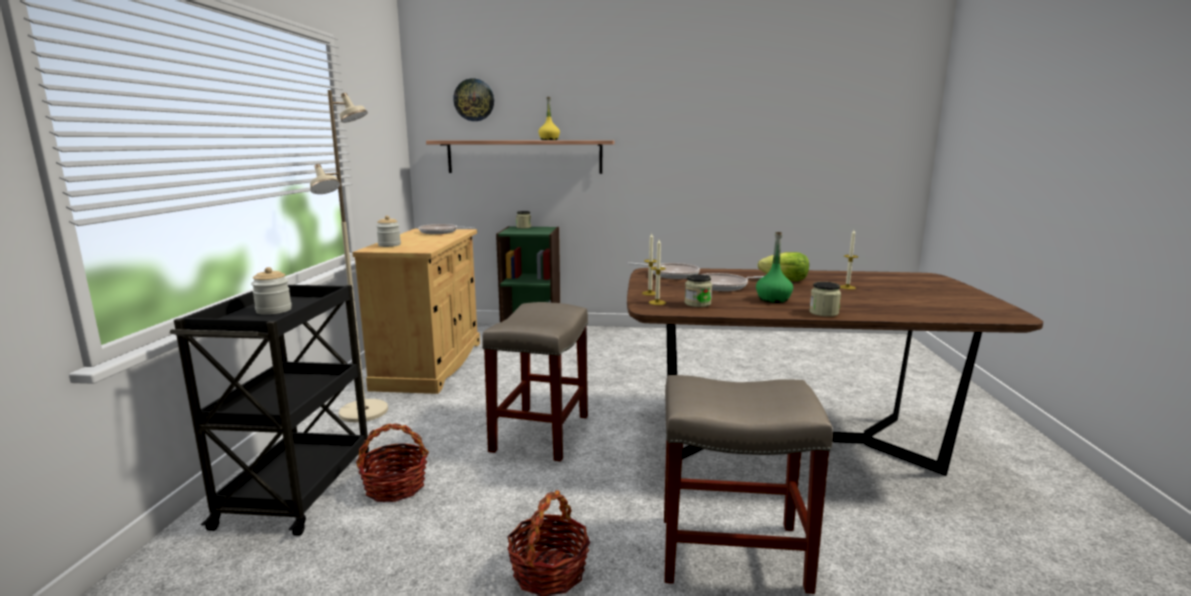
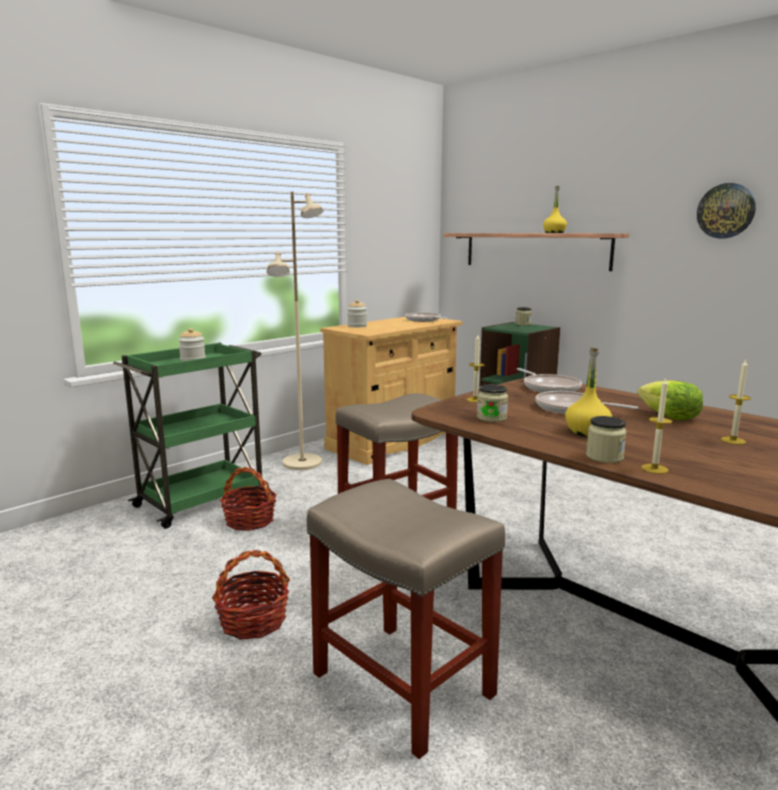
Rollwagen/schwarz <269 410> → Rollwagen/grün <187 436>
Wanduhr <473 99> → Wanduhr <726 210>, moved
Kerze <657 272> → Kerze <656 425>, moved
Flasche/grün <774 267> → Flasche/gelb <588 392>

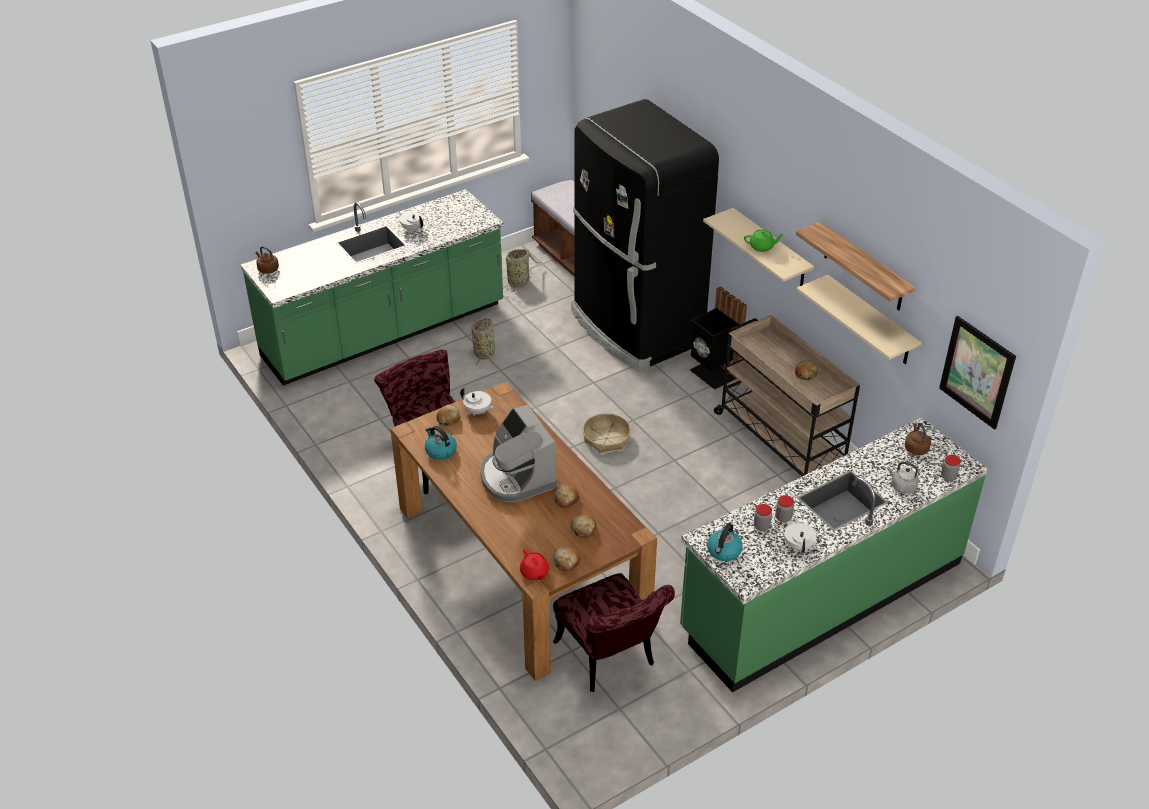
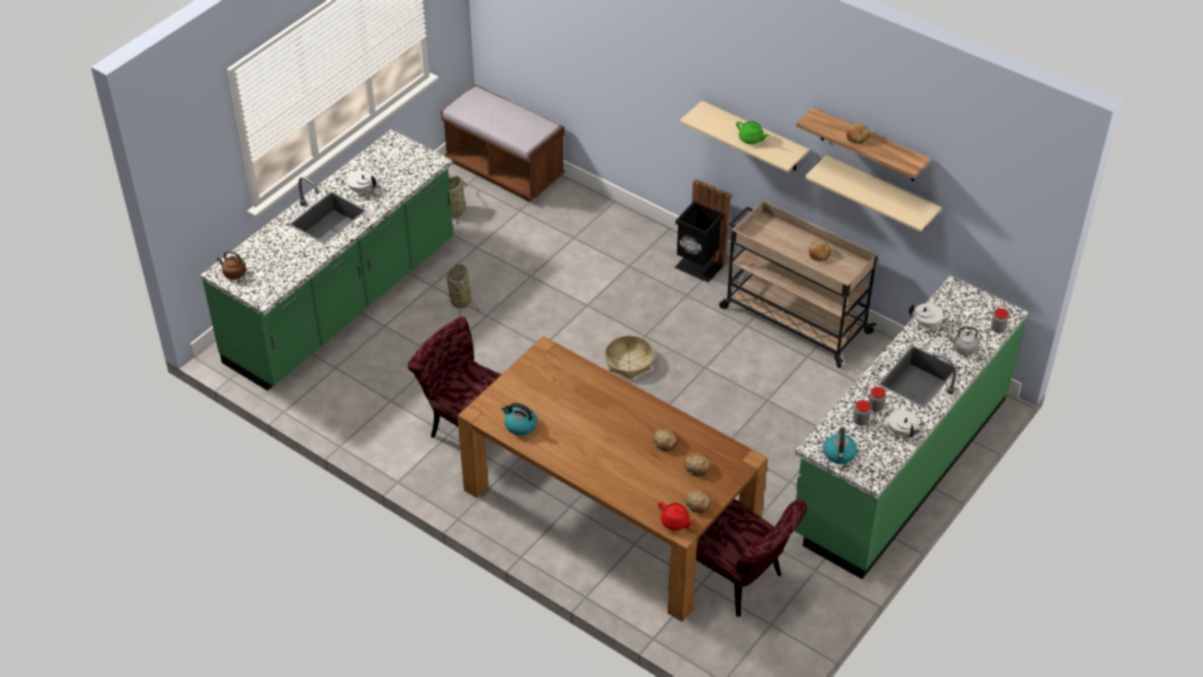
Brot <448 415> → Brot <858 133>, moved
Teekanne/weiß <478 401> → Teekanne/weiß <930 316>, moved
Kaffeemaschine <518 453> → -
Kühlschrank/schwarz <645 235> → -
Teekanne/grün <764 241> → Teekanne/grün <752 132>, 60 degrees clockwise
Wasserkessel/braun <917 439> → -
Bild <977 373> → -

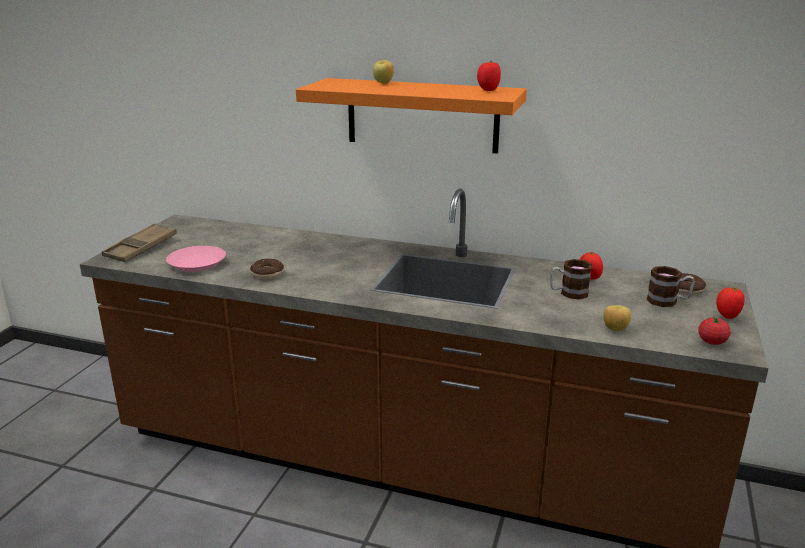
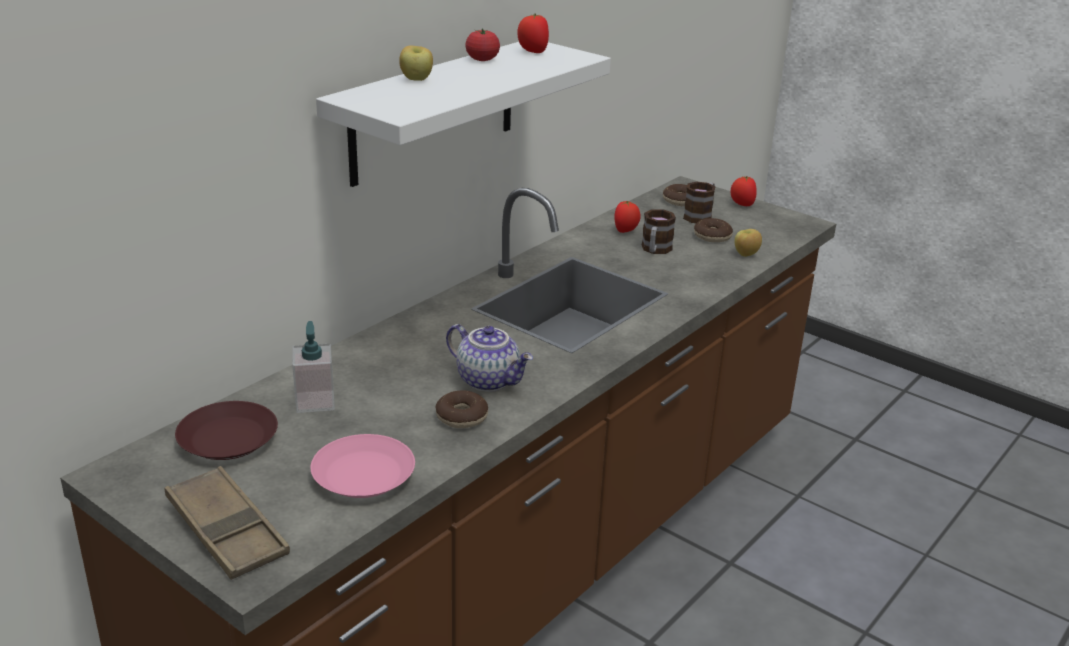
Wandregal/orange <411 116> → Wandregal/weiß <463 114>
Tomate <714 330> → Tomate <482 44>, moved
- → Teller/braun <226 430>
- → Seifenspender <313 367>
- → Teekanne <489 358>
- → Donut <713 230>

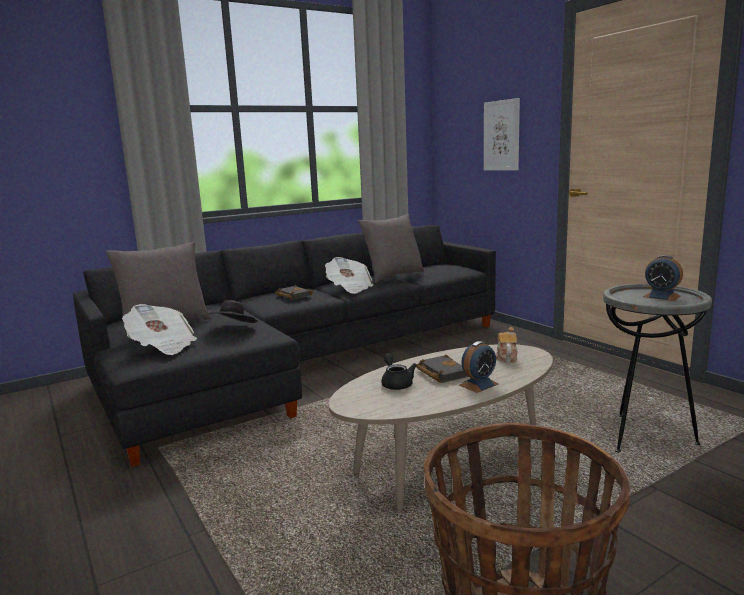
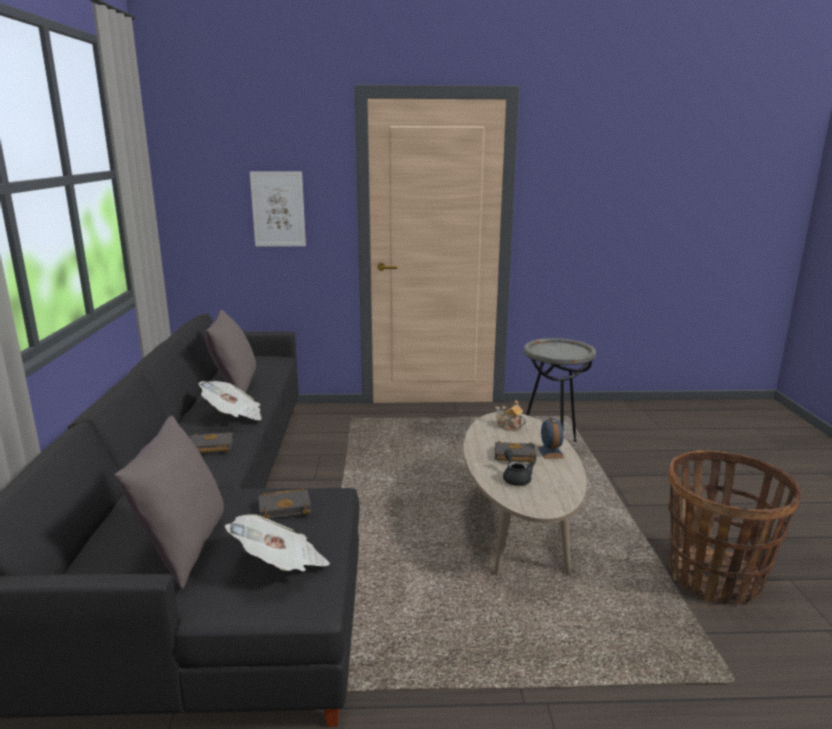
Hut/schwarz <232 311> → Buch/schwarz <284 503>
Teekanne/schwarz <399 371> → Teekanne/schwarz <519 467>, 60 degrees clockwise
Wecker <663 278> → -

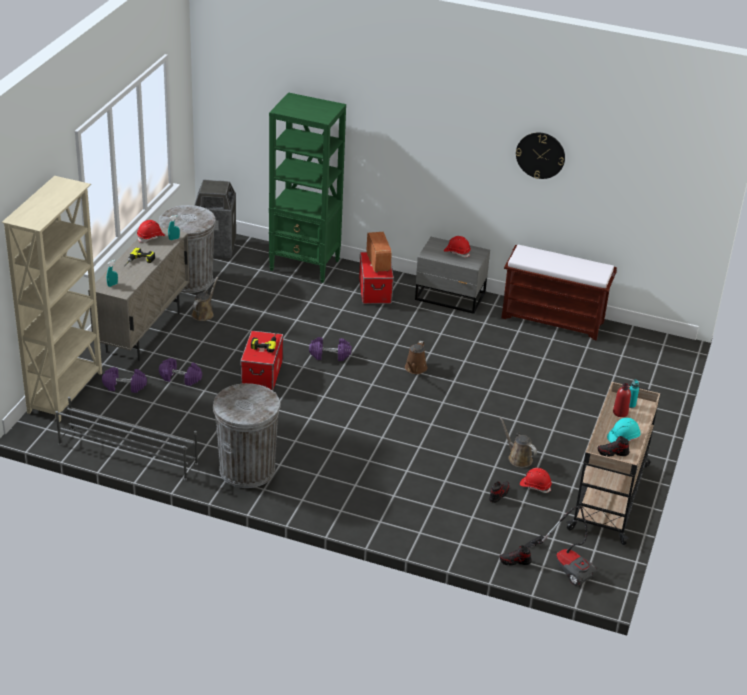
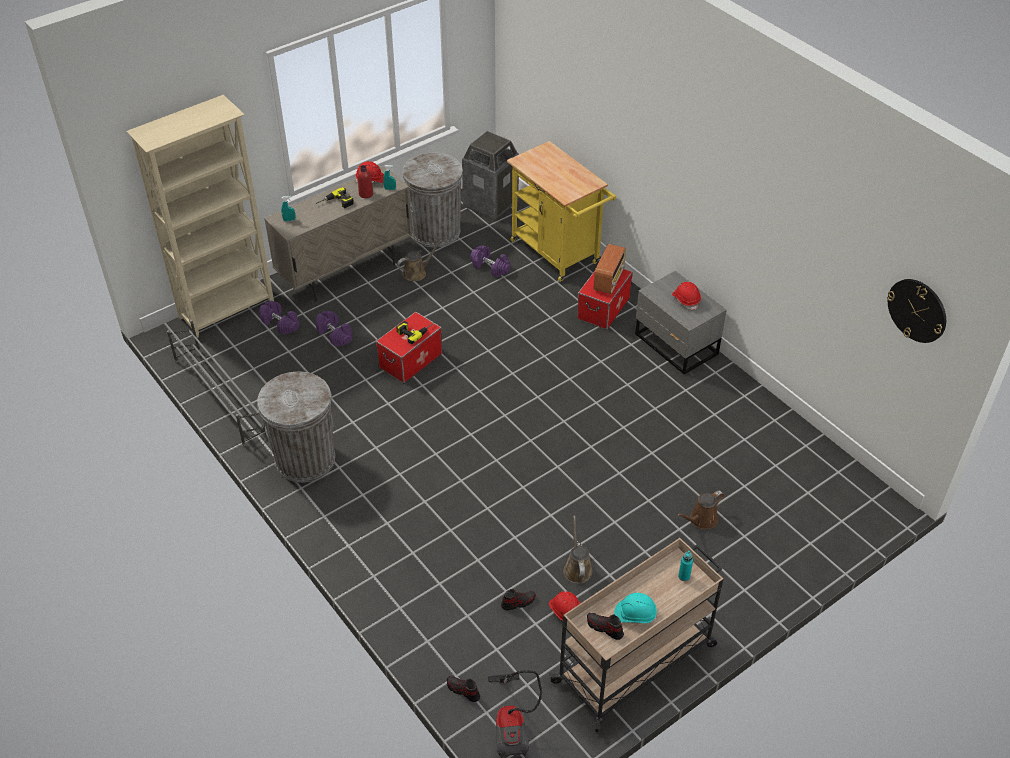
Bücherregal/grün <307 187> → Rollwagen/gelb <561 211>
Hantel/lila <330 349> → Hantel/lila <491 261>, moved
Gießkanne/braun <416 357> → Gießkanne/braun <700 509>, moved
Bank/braun <559 292> → -
Wanduhr <540 155> → Wanduhr <916 311>, moved
Flasche/rot <622 400> → Flasche/rot <365 181>, moved

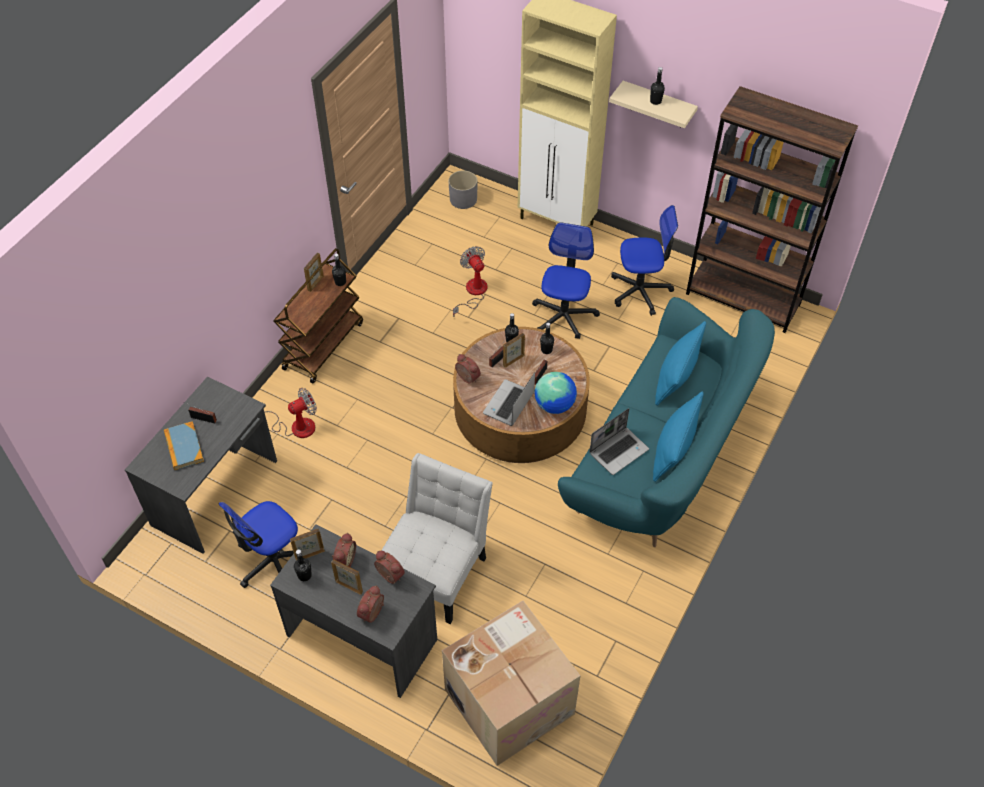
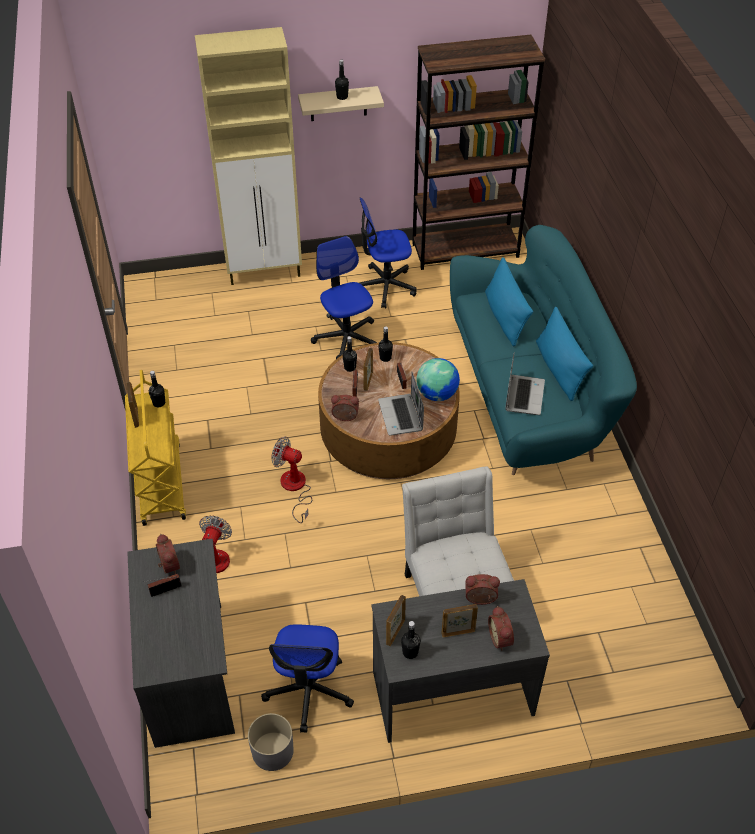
Buch <184 445> → -
Rollwagen/braun <318 315> → Rollwagen/gelb <155 448>
Wecker <344 550> → Wecker <168 554>, moved
Karton <511 683> → -
Pflanzkübel/grau <463 190> → Pflanzkübel/grau <271 742>, moved
Ventilator <470 281> → Ventilator <292 479>, moved
Bürostuhl <644 260> → Bürostuhl <388 253>, 150 degrees counterclockwise

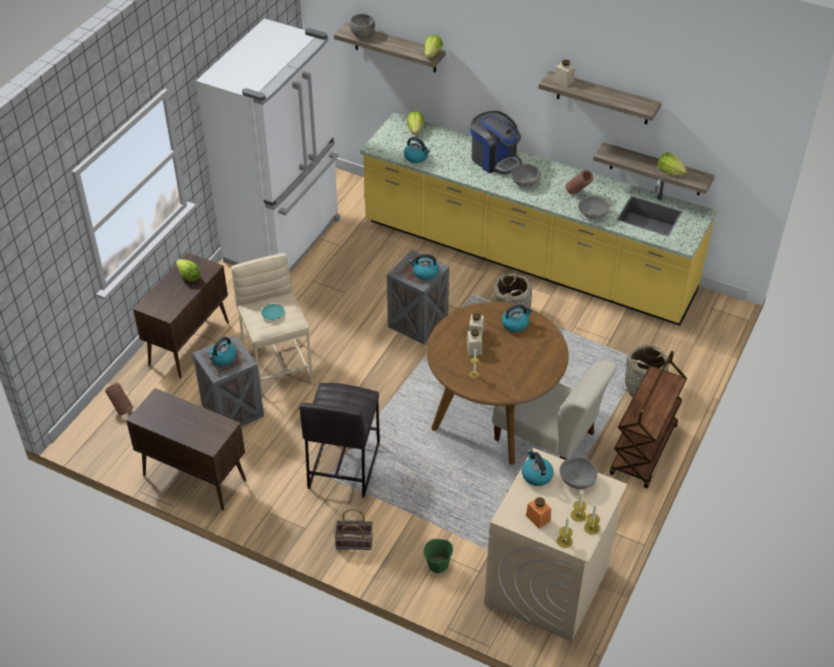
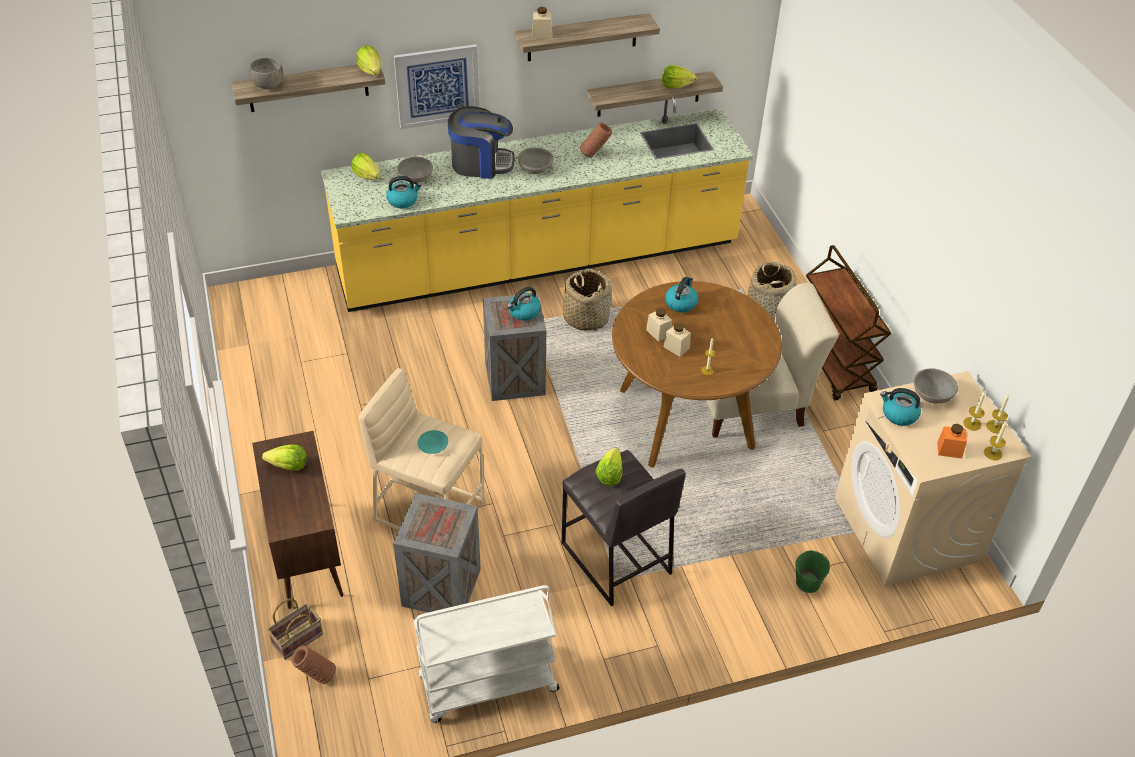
Schrank/braun <186 449> → Rollwagen/weiß <486 654>
Kühlschrank/weiß <268 145> → -
Wasserkessel <223 351> → -
Korb <353 529> → Korb <295 629>, moved
Schüssel/grau <593 207> → Schüssel/grau <414 170>, moved
- → Bild <436 86>
- → Salatkopf <608 466>

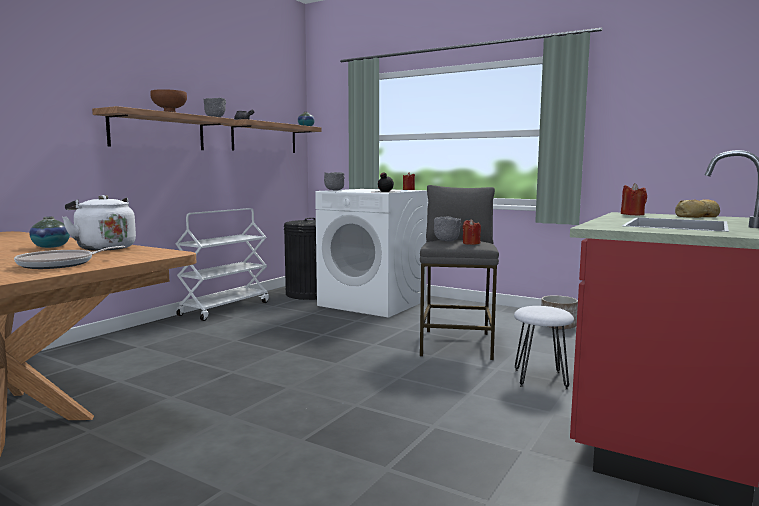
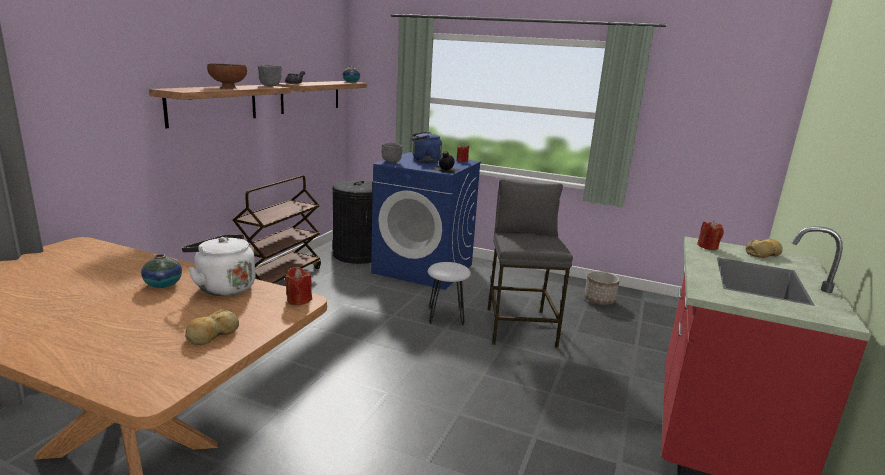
Pfanne <69 257> → Brot <212 327>
Rollwagen/weiß <222 264> → Rollwagen/braun <277 229>
Waschmaschine/weiß <371 253> → Waschmaschine/blau <426 221>
Schüssel/grau <448 229> → -
Kerze/rot <472 232> → Kerze/rot <298 286>, moved
Hocker/weiß <544 347> → Hocker/weiß <449 293>, moved
- → Wasserkessel/blau <426 147>

